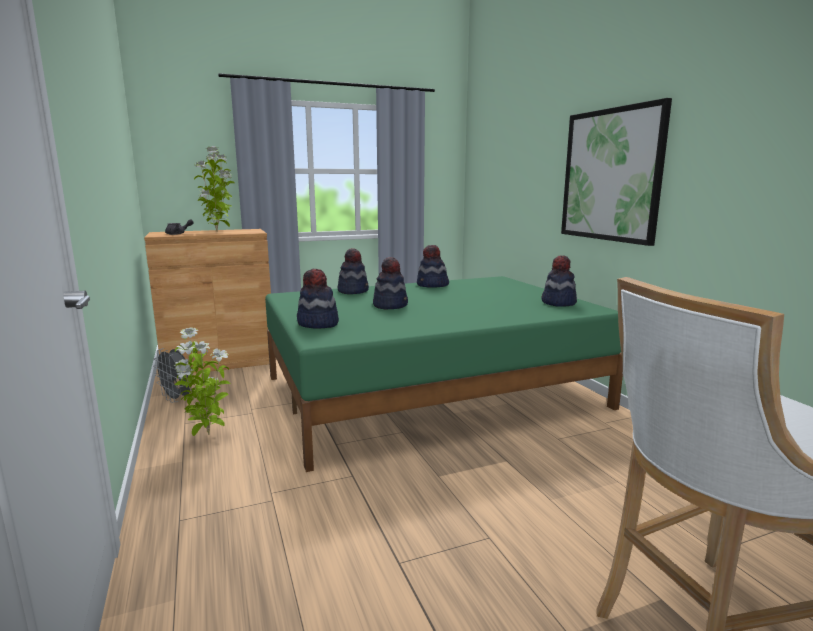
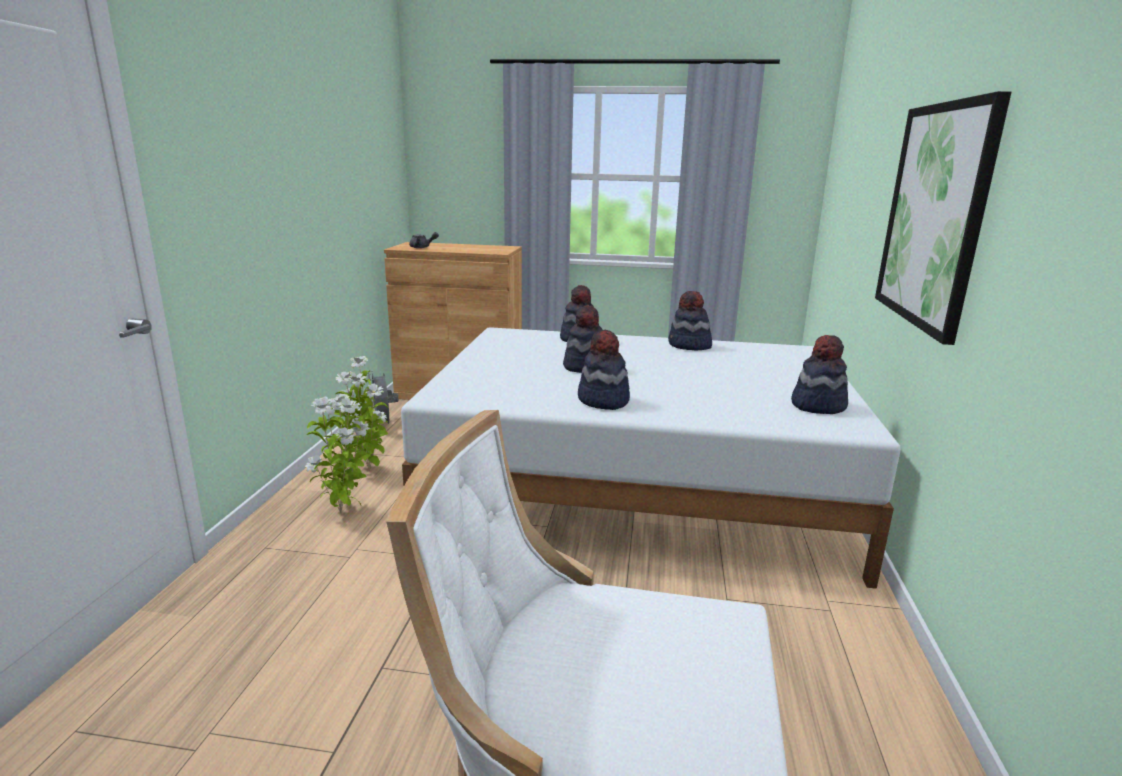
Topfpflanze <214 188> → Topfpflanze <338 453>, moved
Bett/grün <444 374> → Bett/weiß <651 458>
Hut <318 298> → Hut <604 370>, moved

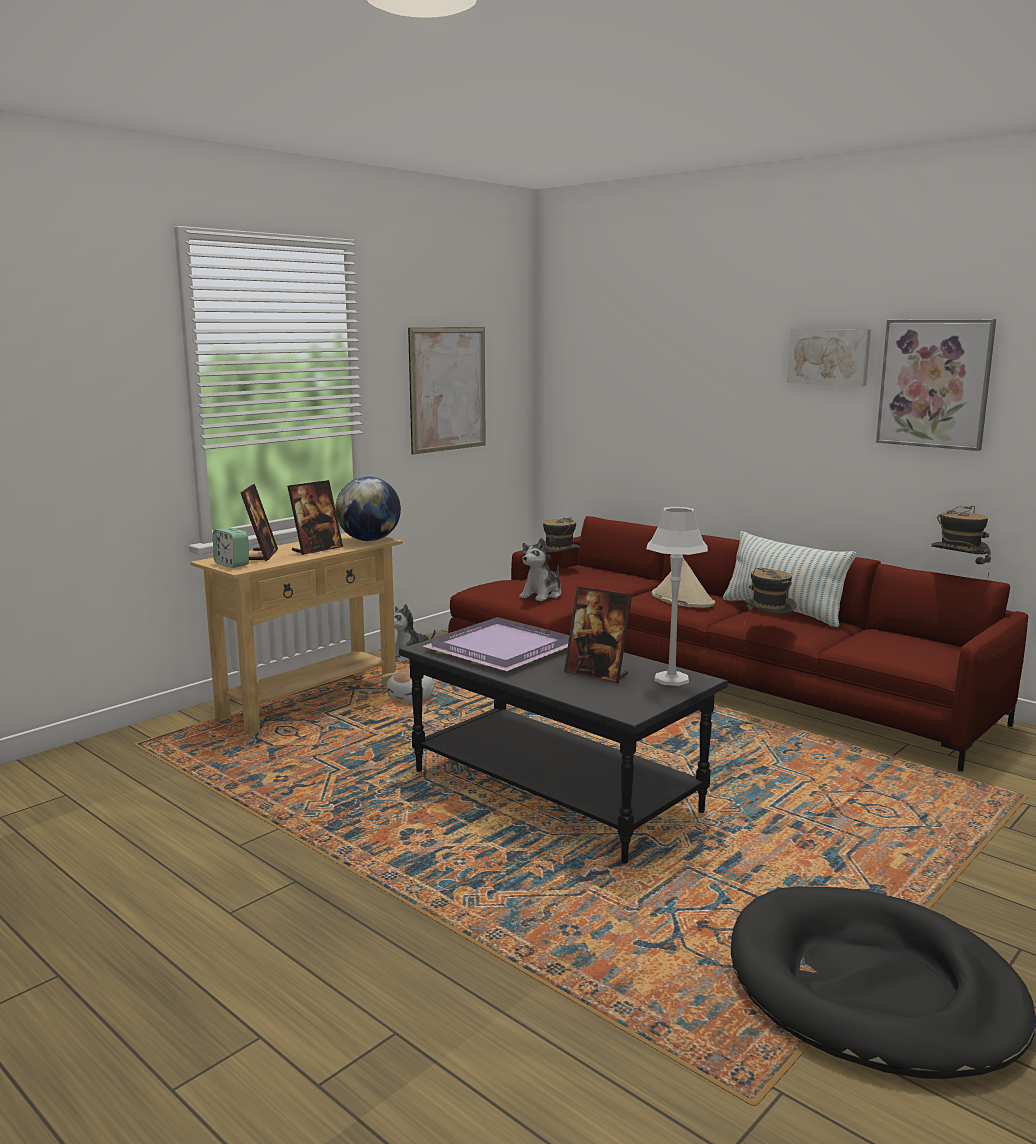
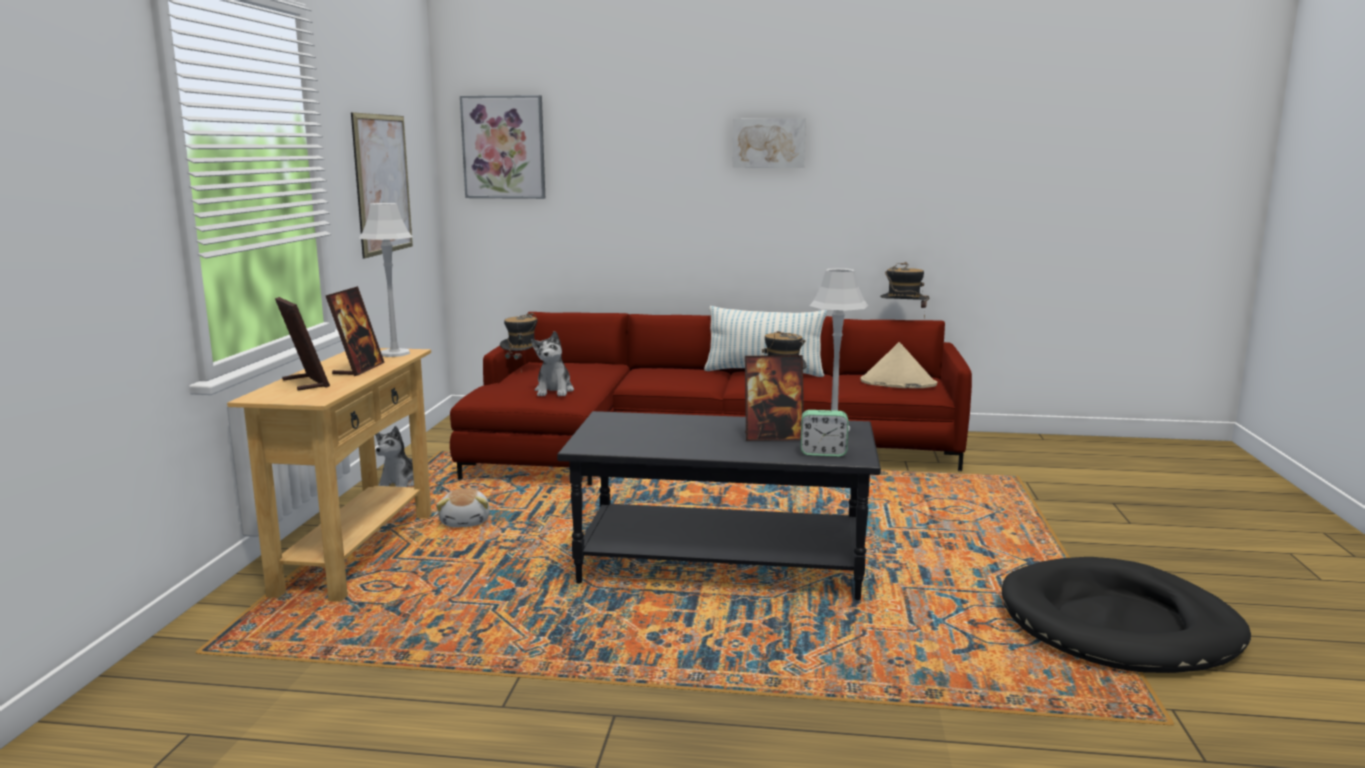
Wecker <231 548> → Wecker <824 433>, moved
Globus <368 509> → Tischlampe/grau <385 280>
Tablett/lila <495 644> → -
Hut/beige <683 583> → Hut/beige <899 365>, moved
Bild <936 385> → Bild <502 147>, moved

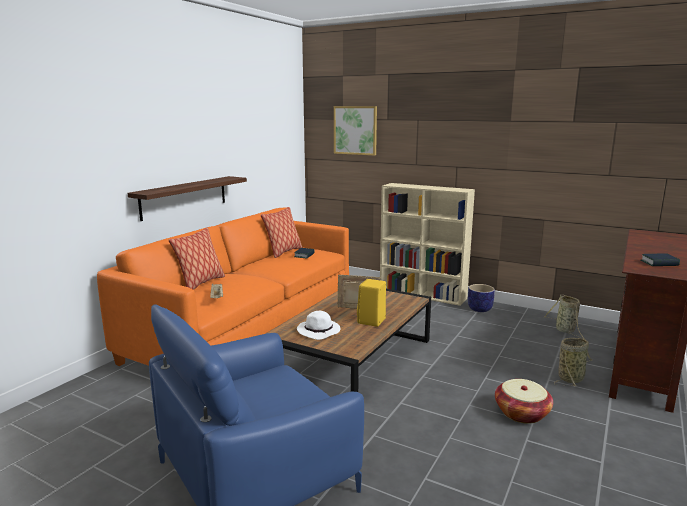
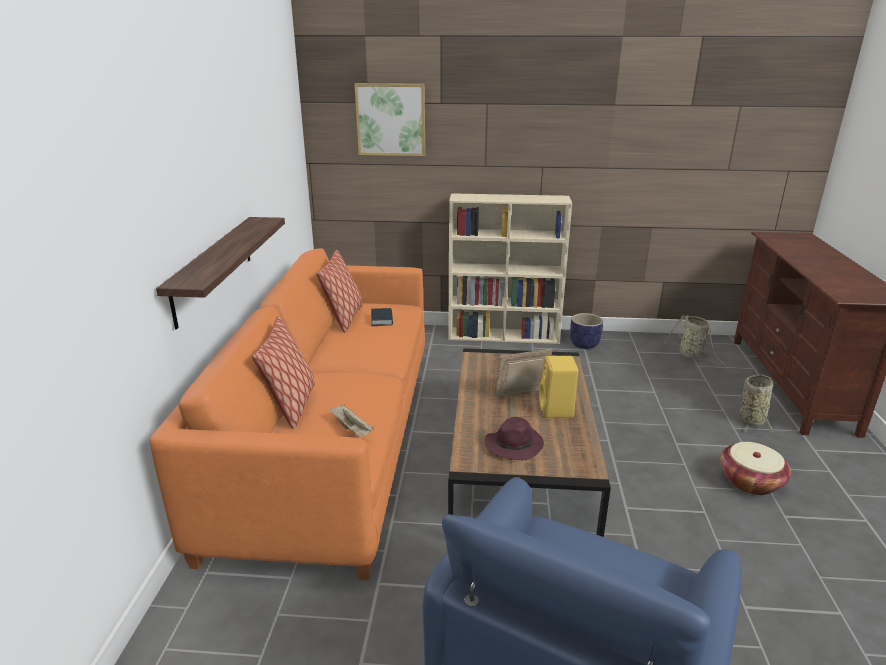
Hut/weiß <318 325> → Hut/lila <514 438>
Buch <660 259> → -

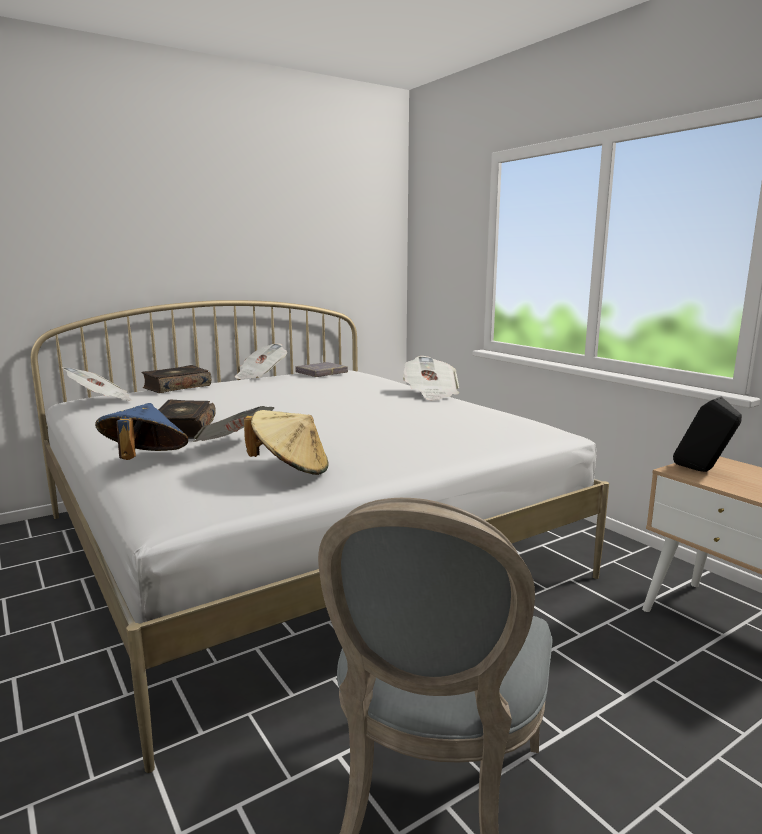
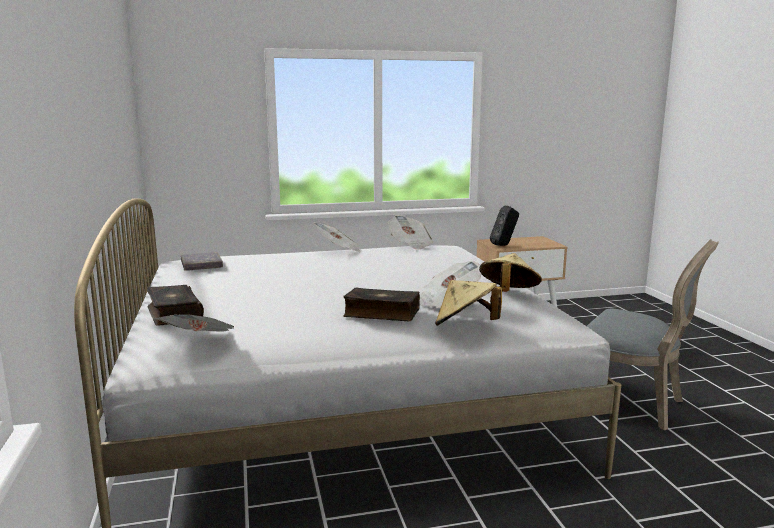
Hut/blau <141 431> → Hut/beige <468 303>
Zeitung <261 361> → Zeitung <410 232>, moved

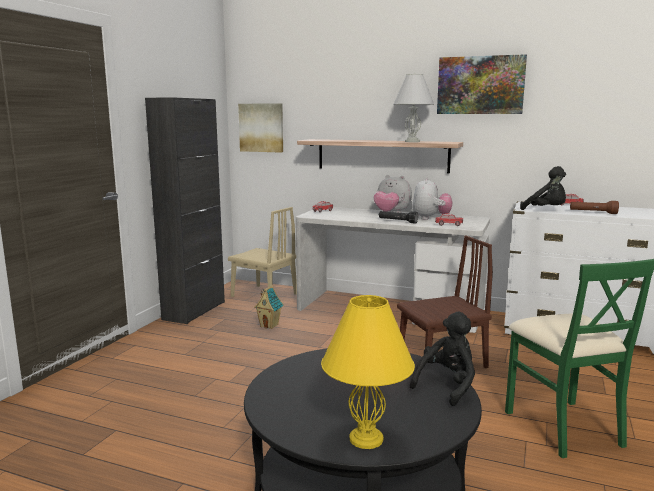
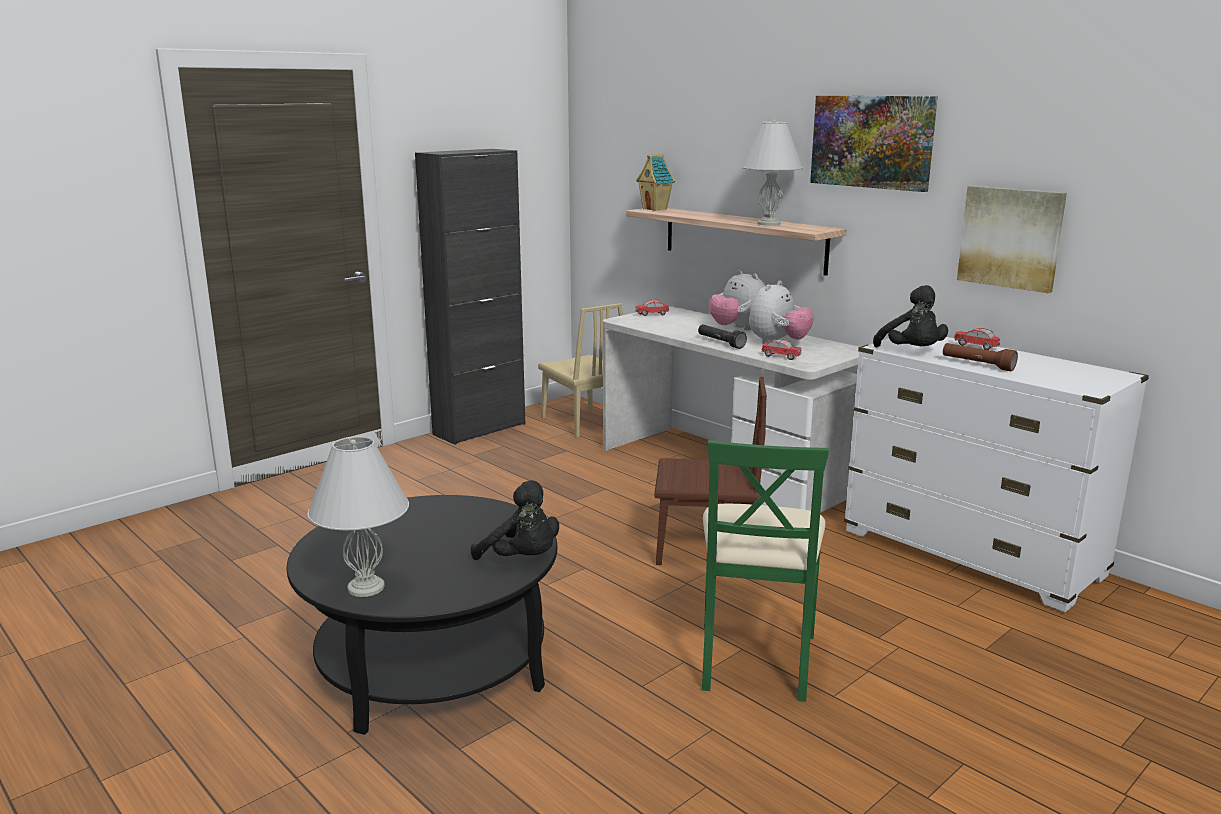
Bild <260 128> → Bild <1012 239>, moved
Spielzeughaus <269 307> → Spielzeughaus <655 182>, moved
Tischlampe/gelb <368 372> → Tischlampe/weiß <358 516>
Plüschtier/schwarz <442 359> → Plüschtier/schwarz <515 520>, 60 degrees clockwise

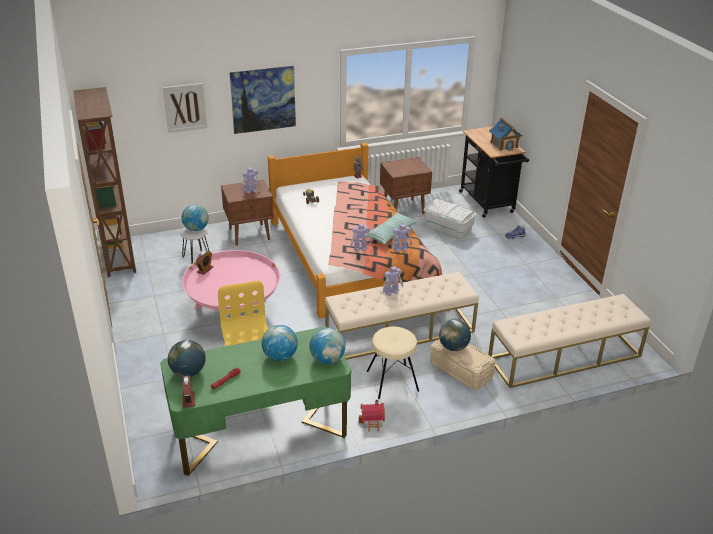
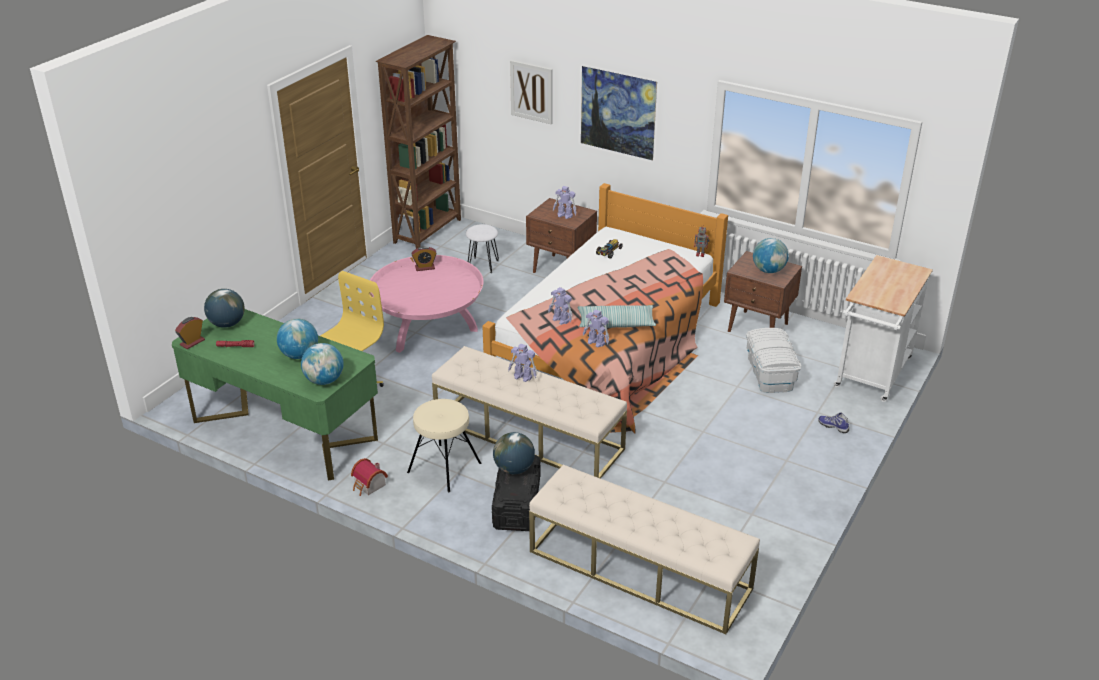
Globus <195 218> → Globus <771 255>, moved
Aufbewahrungsbox/beige <462 364> → Aufbewahrungsbox/schwarz <516 493>
Rollwagen/schwarz <494 172> → Rollwagen/weiß <883 328>
Spielzeughaus <506 134> → -

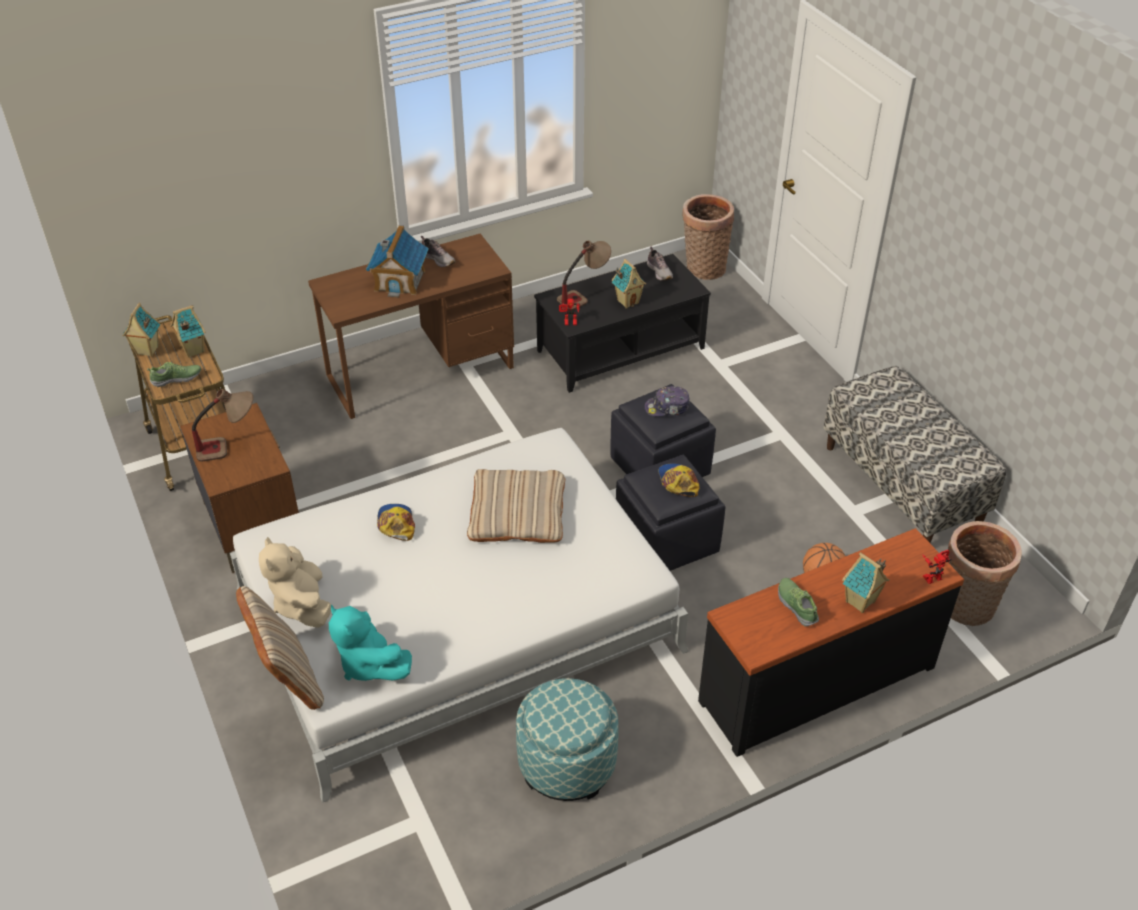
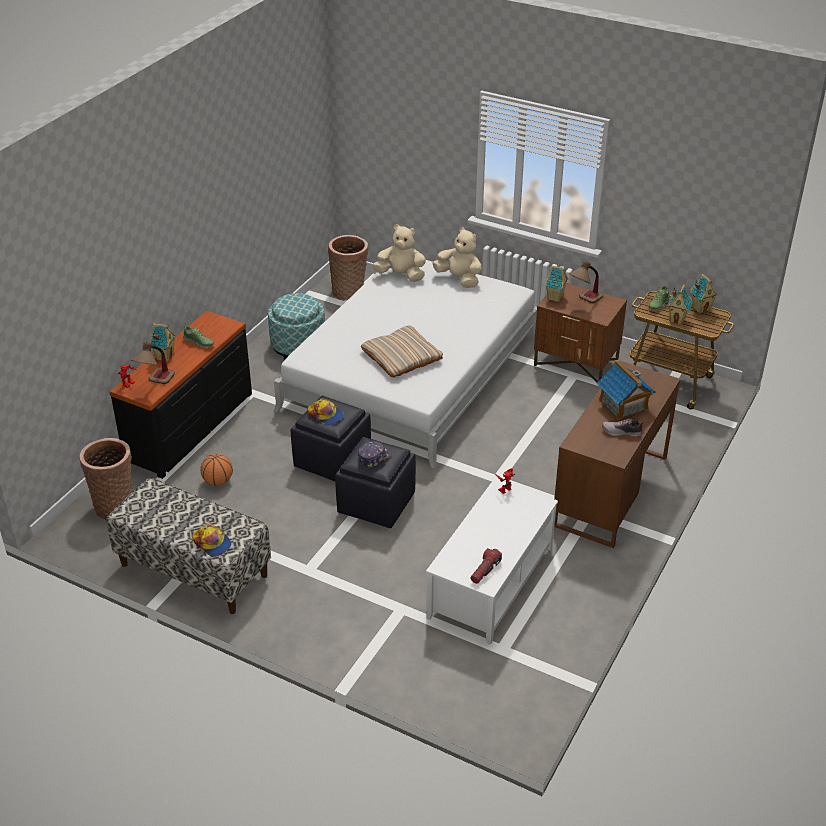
Kissen/beige <280 648> → -
Plüschtier/türkis <370 643> → Plüschtier/beige <399 253>
Kappe <396 522> → Kappe <212 540>, moved
Couchtisch/schwarz <622 323> → Couchtisch/weiß <492 561>
Tischlampe <584 276> → Tischlampe <153 363>, moved
Spielzeughaus <629 284> → Spielzeughaus <556 283>, moved
Schuh <660 263> → Taschenlampe <486 566>
Korb <708 237> → Korb <348 267>, moved

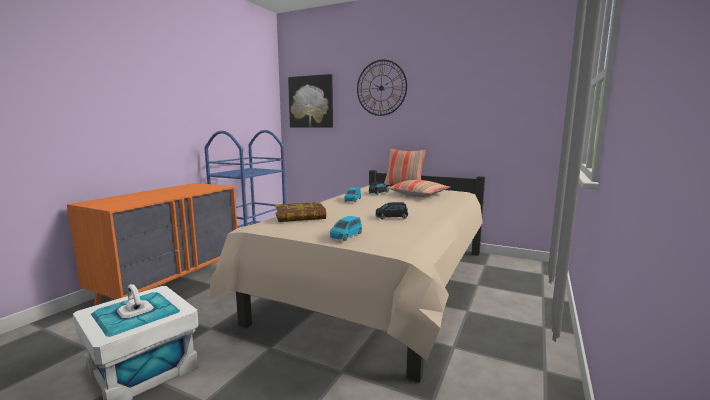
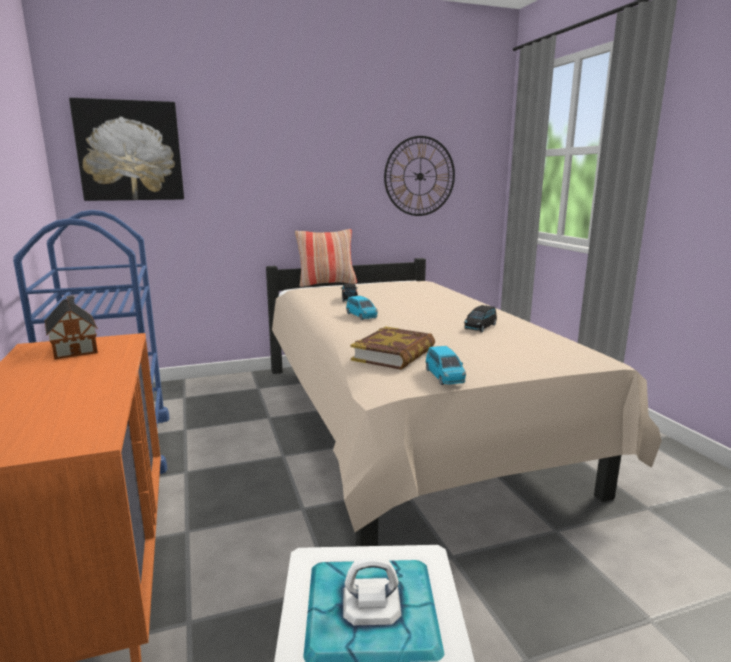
Spielzeugauto/blau <346 228> → Spielzeugauto/blau <446 365>, moved
Wanduhr <382 88> → Wanduhr <419 176>, moved
Kissen <418 188> → -
- → Spielzeughaus <71 327>

